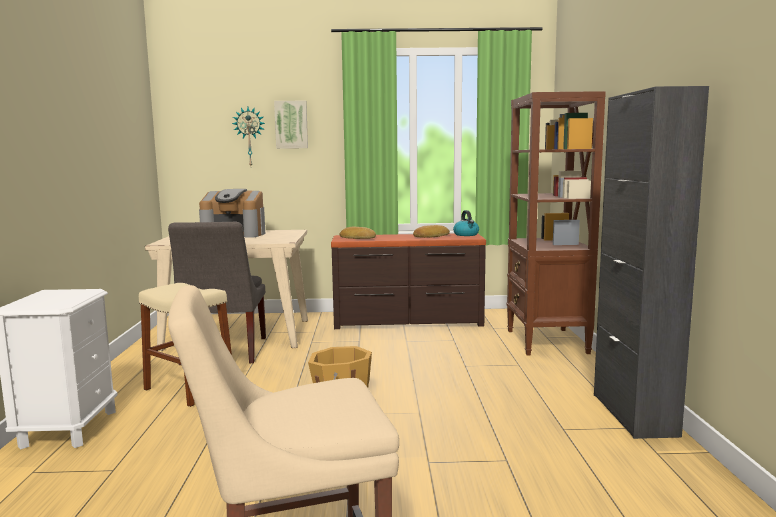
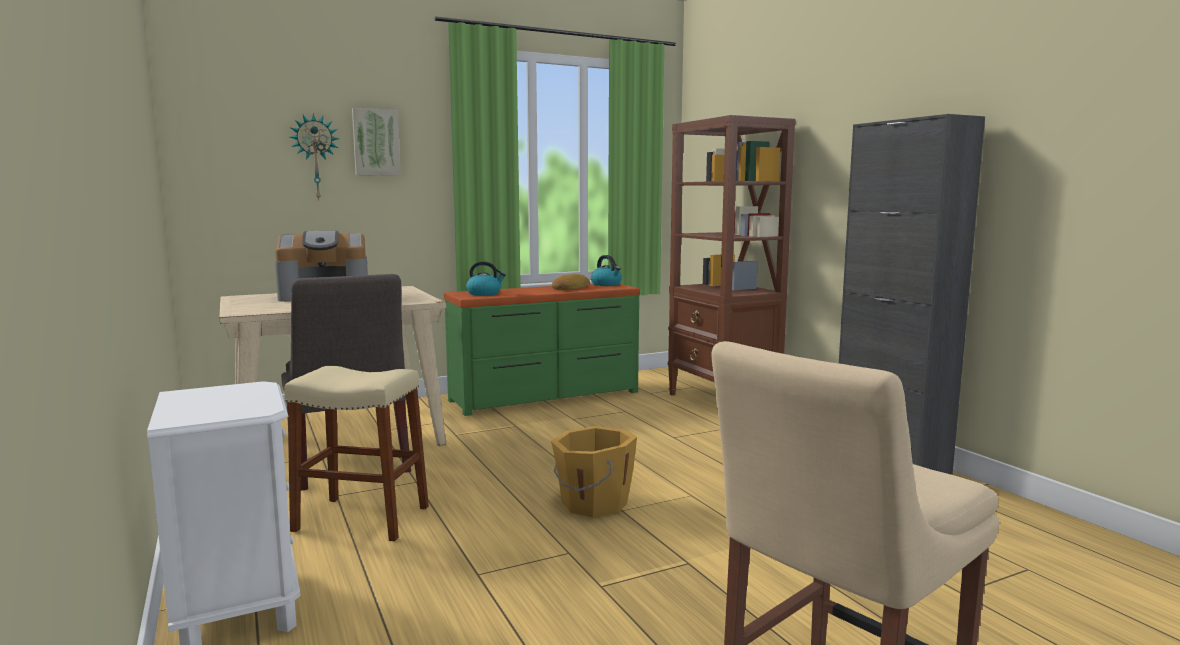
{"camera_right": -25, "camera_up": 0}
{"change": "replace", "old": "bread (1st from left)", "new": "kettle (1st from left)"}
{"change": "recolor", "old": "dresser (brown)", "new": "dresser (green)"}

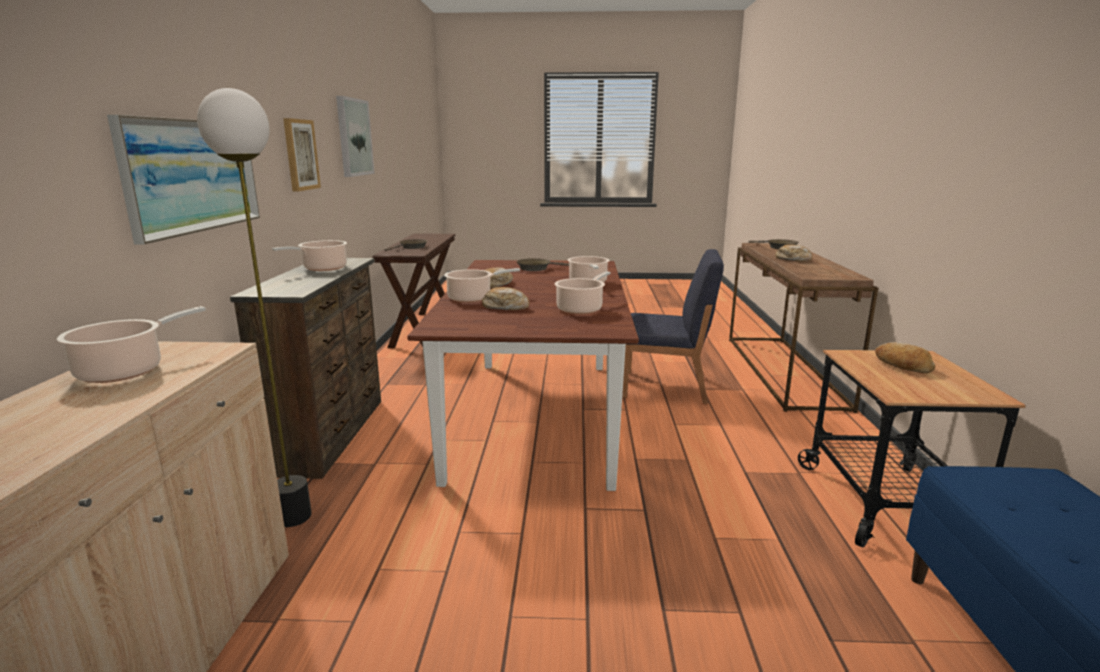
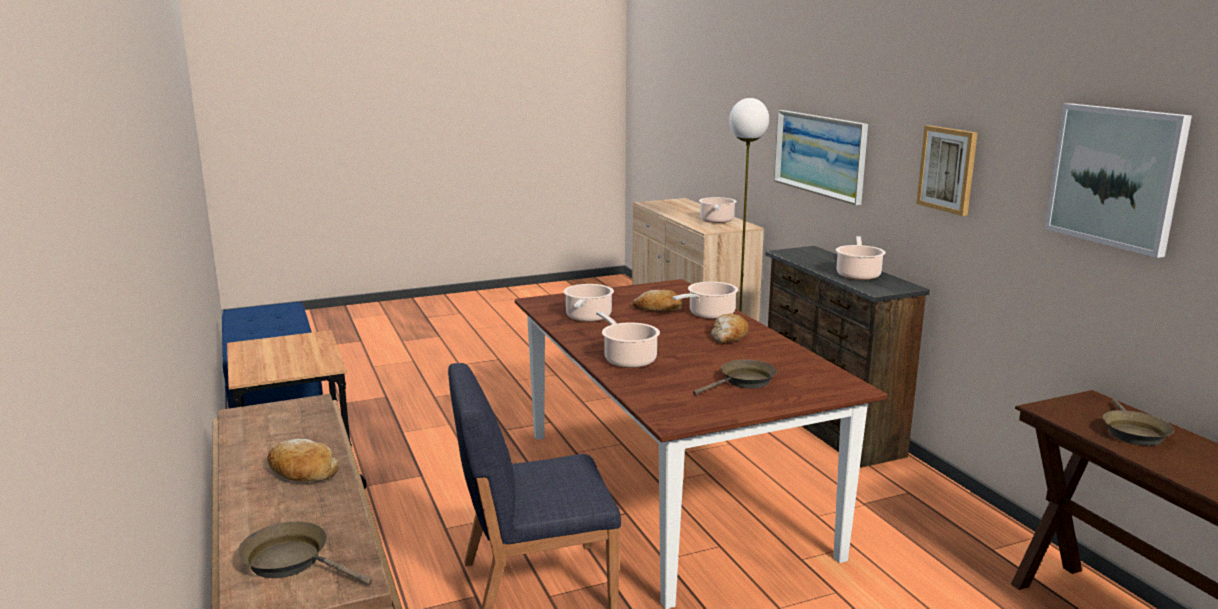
{"camera_right": 155, "camera_up": 0}
{"change": "delete", "old": "bread (4th from left)"}

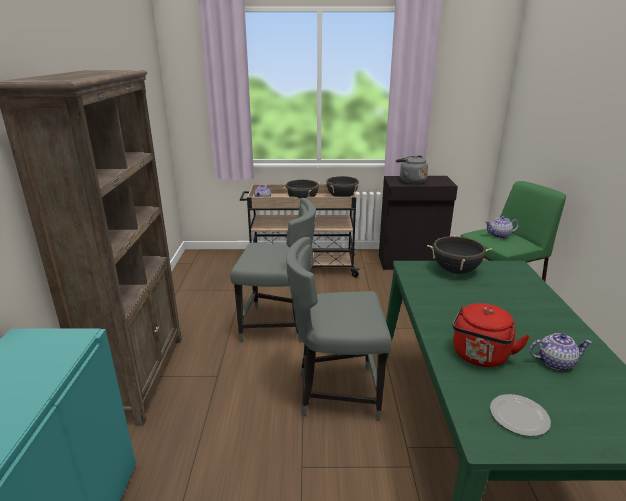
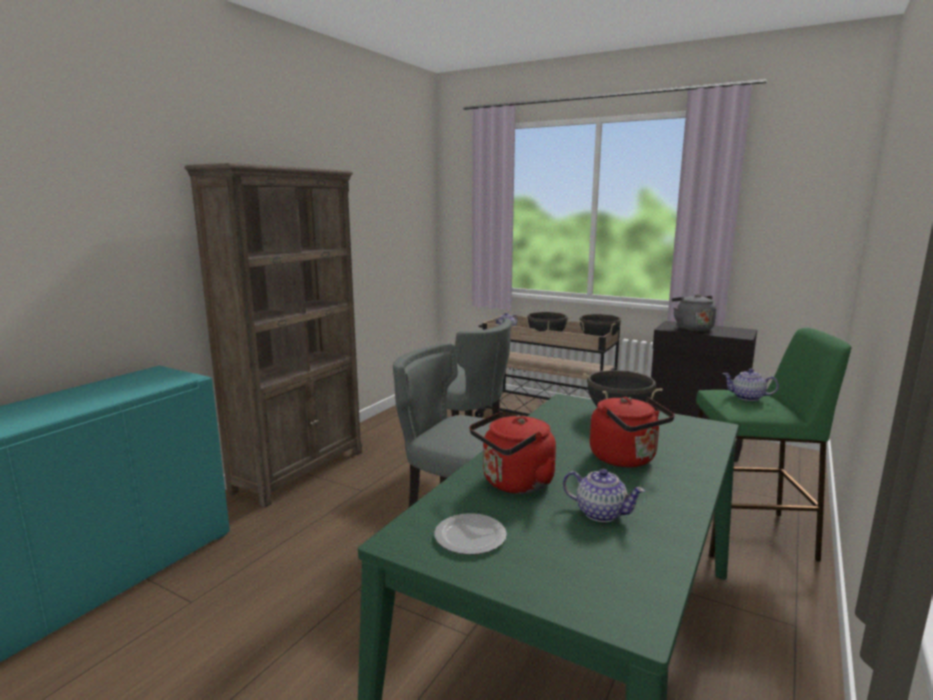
{"camera_right": 30, "camera_up": -10}
{"change": "insert", "new": "kettle (red) (2nd from left)"}

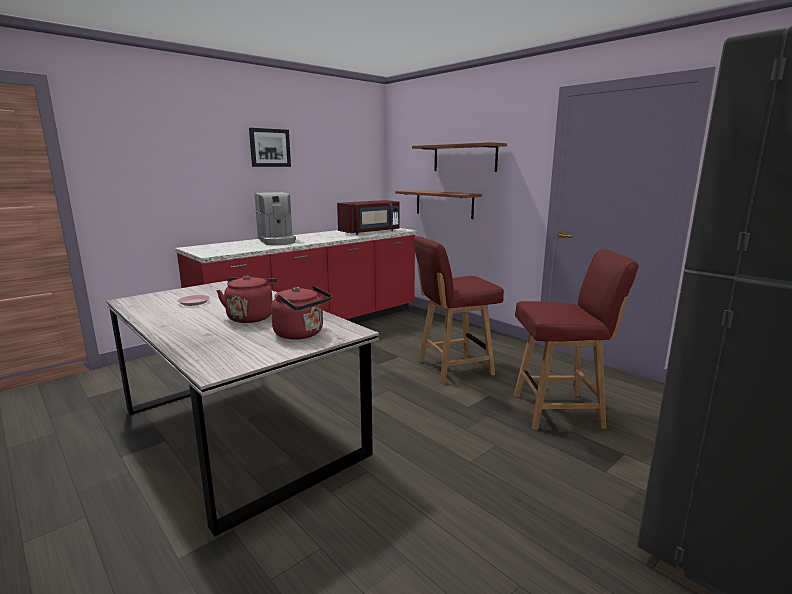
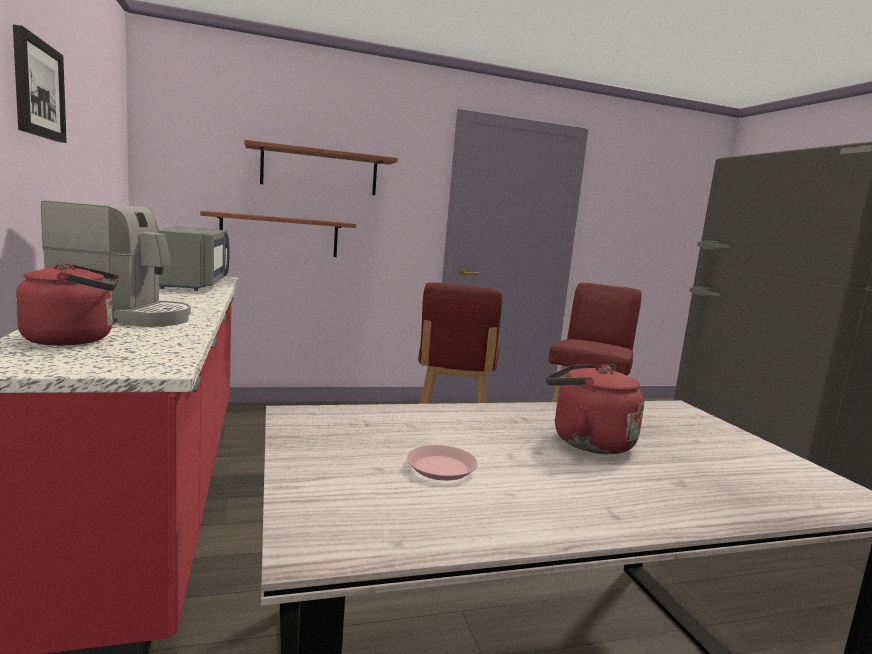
{"camera_right": -65, "camera_up": -5}
{"change": "recolor", "old": "microwave (red)", "new": "microwave (grey)"}
{"change": "move", "old": "kettle (red) (2nd from left in the first image)", "new": "kettle (red) (1st from left)"}

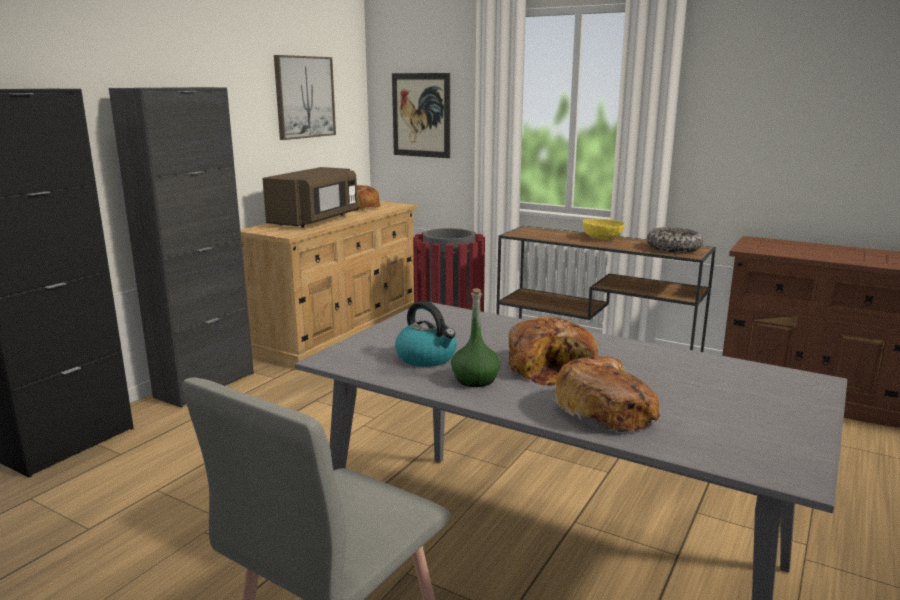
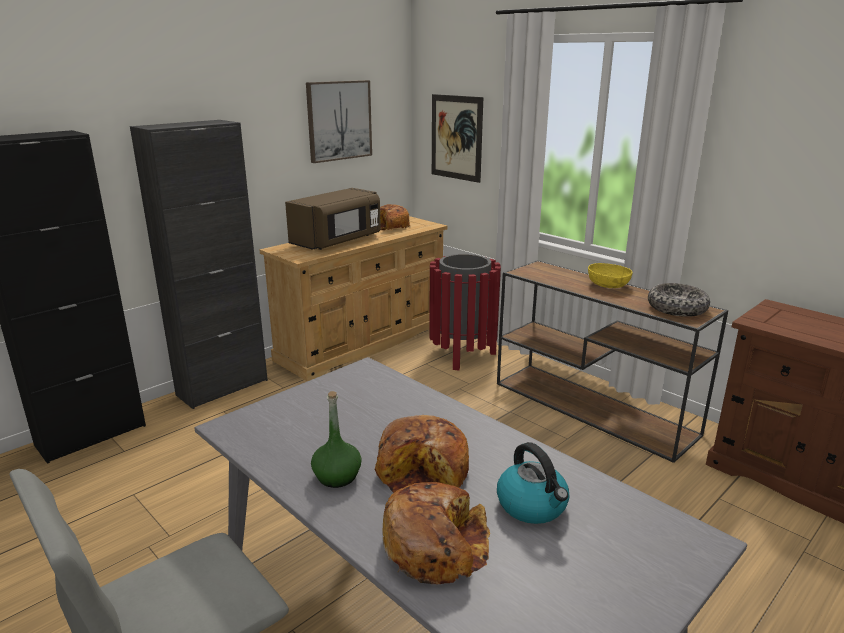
{"camera_right": 15, "camera_up": 5}
{"change": "move", "old": "kettle"}

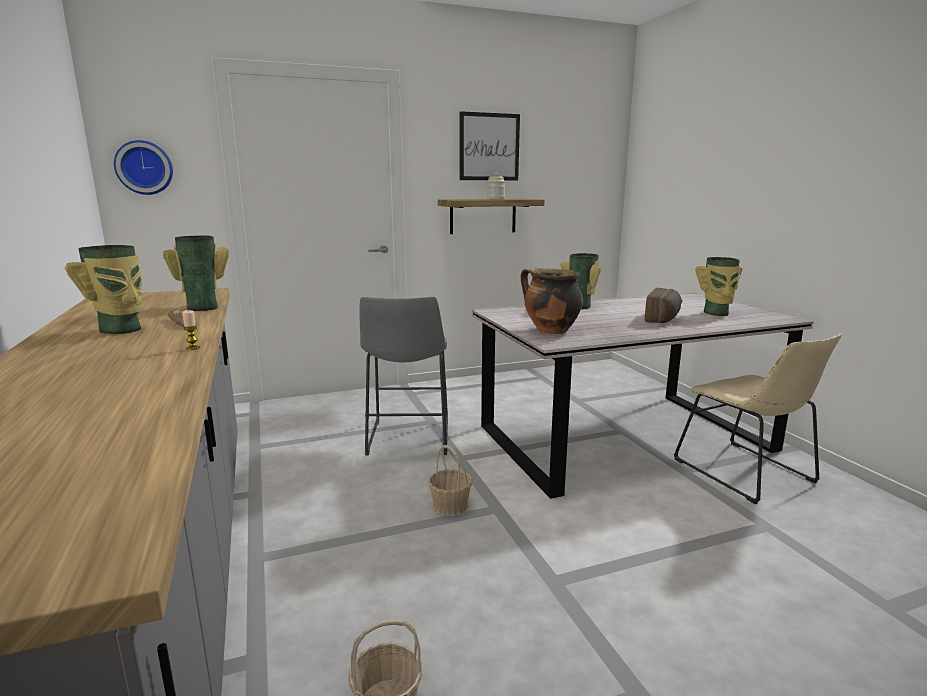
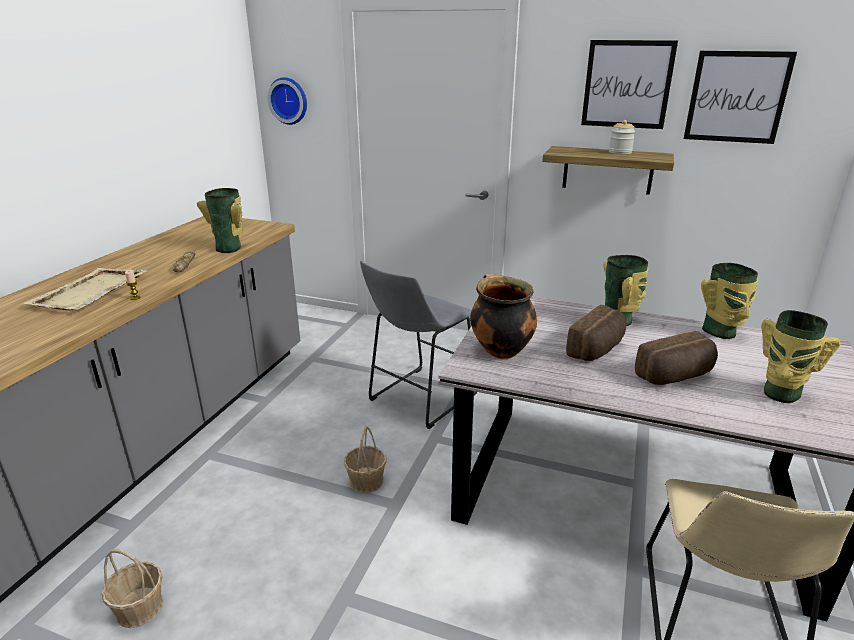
{"camera_right": 40, "camera_up": 10}
{"change": "move", "old": "vase (1st from left in the first image)", "new": "vase (3rd from left)"}
{"change": "insert", "new": "picture (2nd from left)"}
{"change": "insert", "new": "tray (beige)"}
{"change": "insert", "new": "bread (2nd from left)"}

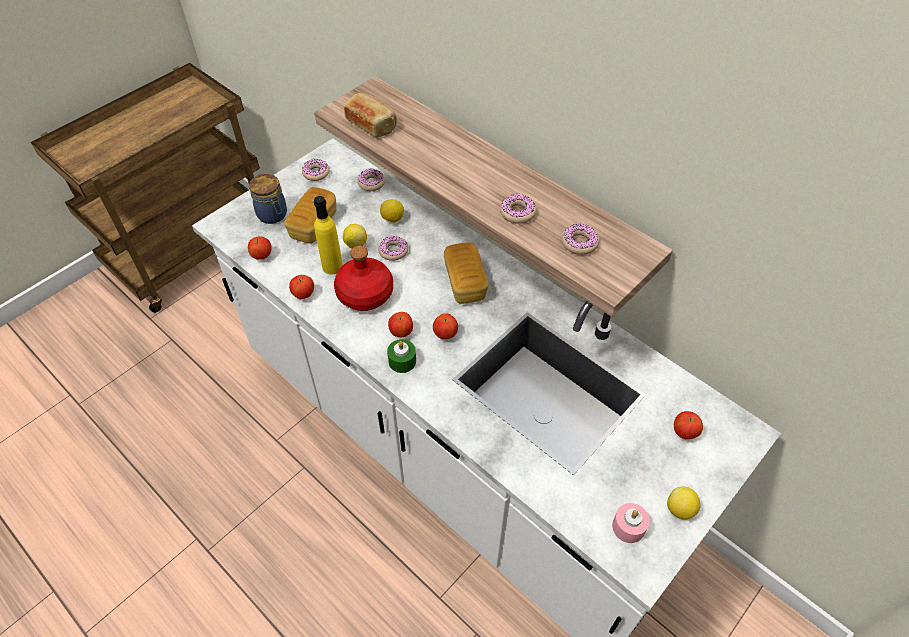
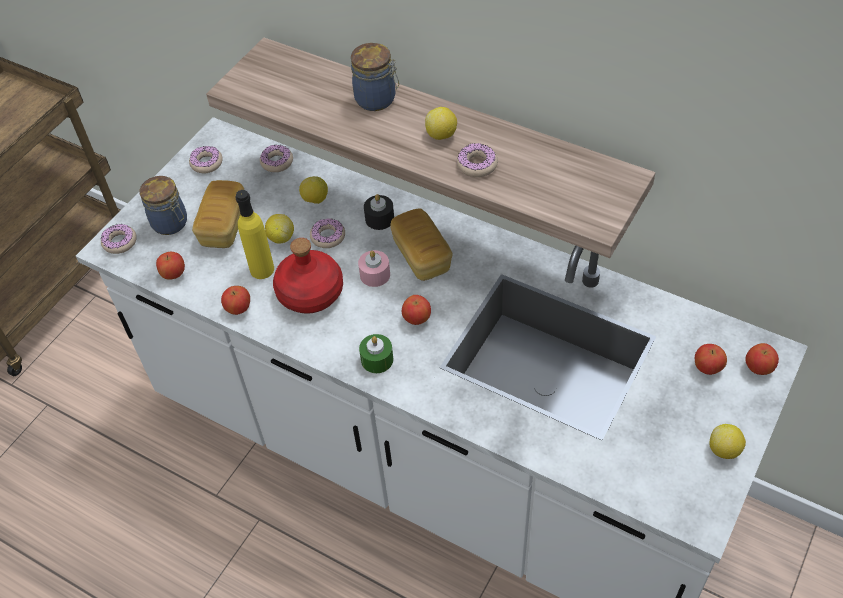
{"camera_right": -10, "camera_up": 0}
{"change": "delete", "old": "bread (2nd from left)"}
{"change": "move", "old": "donut (5th from left in the first image)", "new": "donut (1st from left)"}
{"change": "move", "old": "apple (3rd from left in the first image)", "new": "apple (5th from left)"}
{"change": "move", "old": "candle (pink)"}
{"change": "insert", "new": "jar (2nd from left)"}
{"change": "insert", "new": "lemon (3rd from left)"}
{"change": "insert", "new": "candle (black)"}

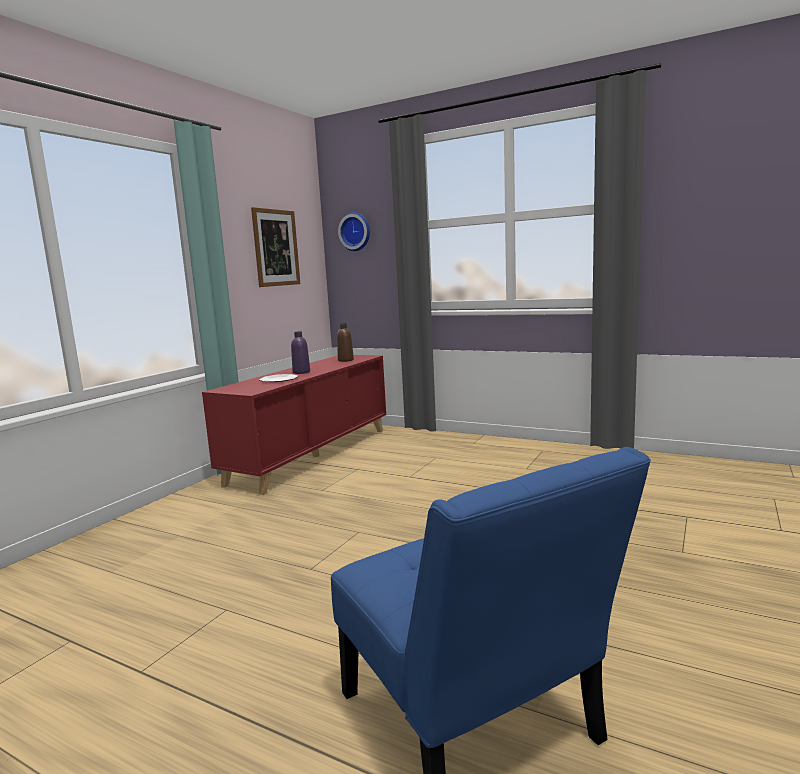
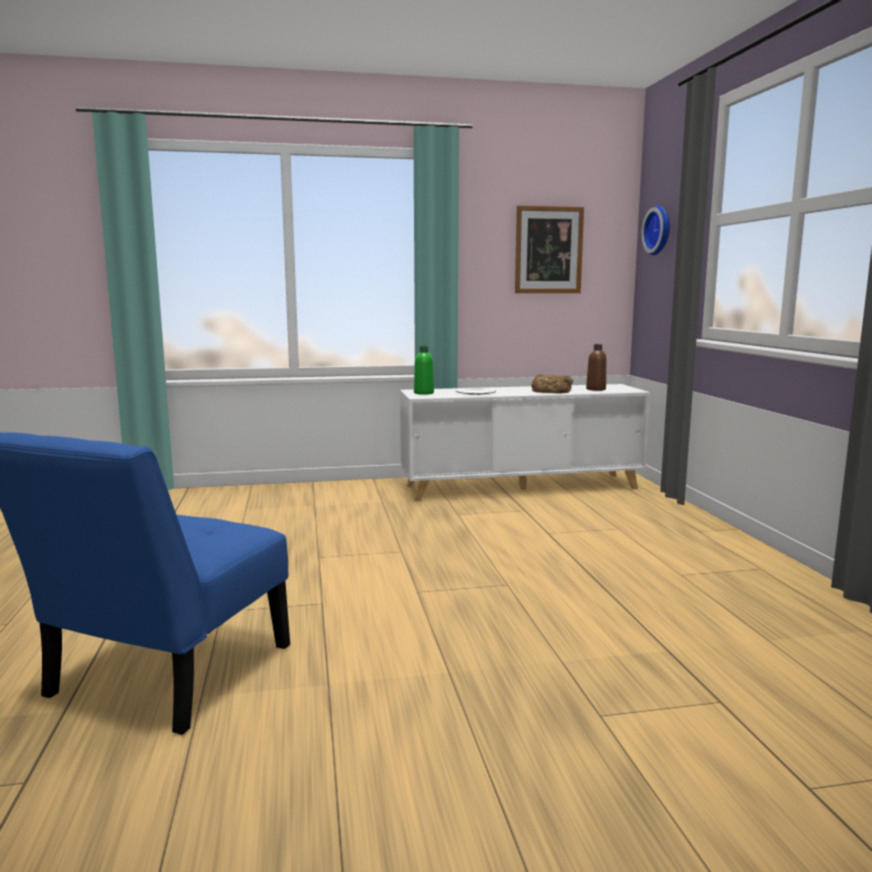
{"camera_right": 50, "camera_up": 0}
{"change": "delete", "old": "bottle (purple)"}
{"change": "recolor", "old": "cabinet (red)", "new": "cabinet (white)"}
{"change": "insert", "new": "bottle (green)"}
{"change": "insert", "new": "bread"}

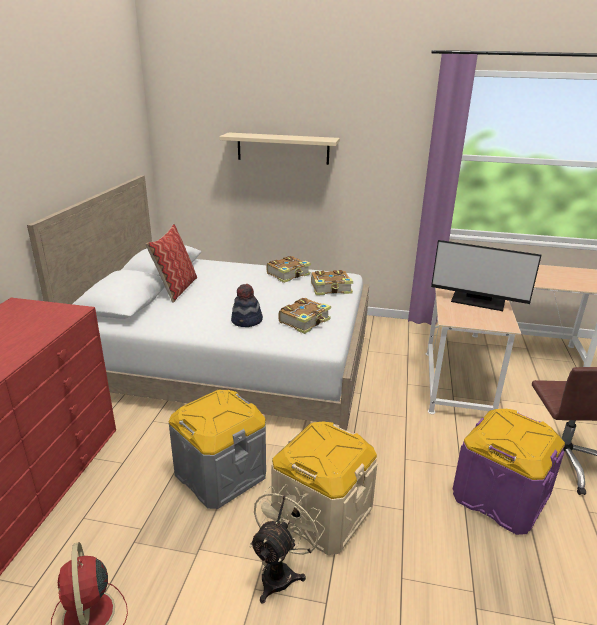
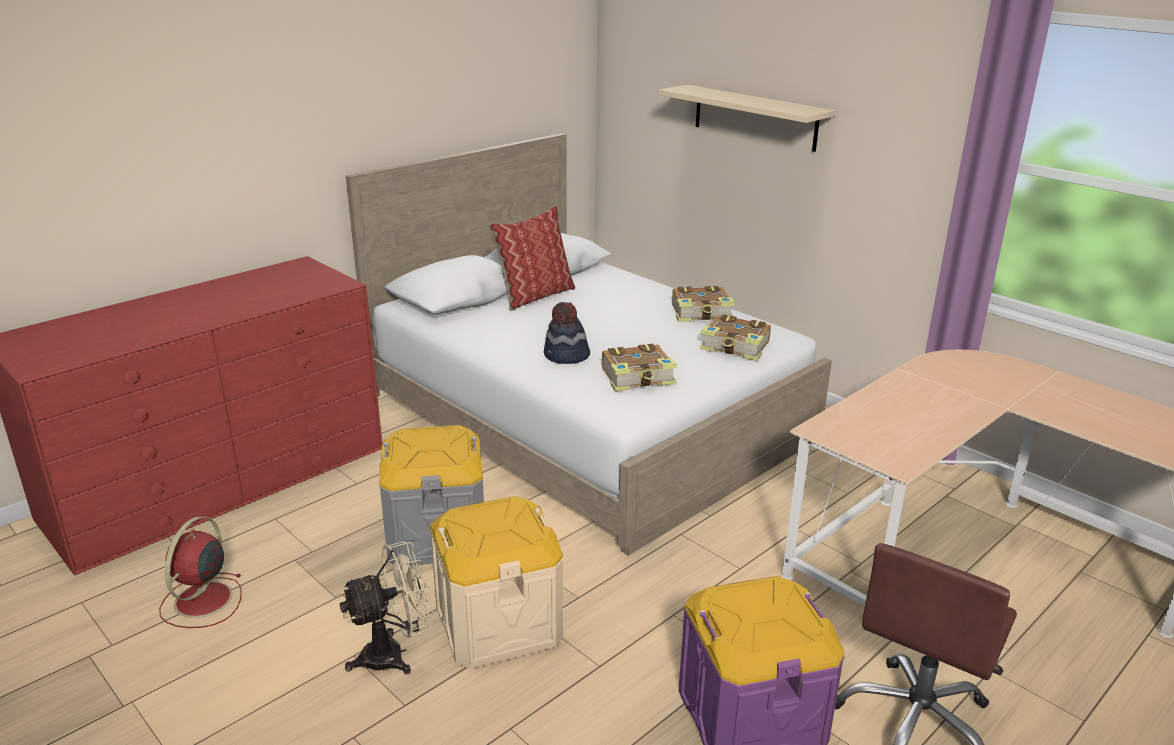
{"camera_right": 35, "camera_up": 0}
{"change": "delete", "old": "monitor"}

